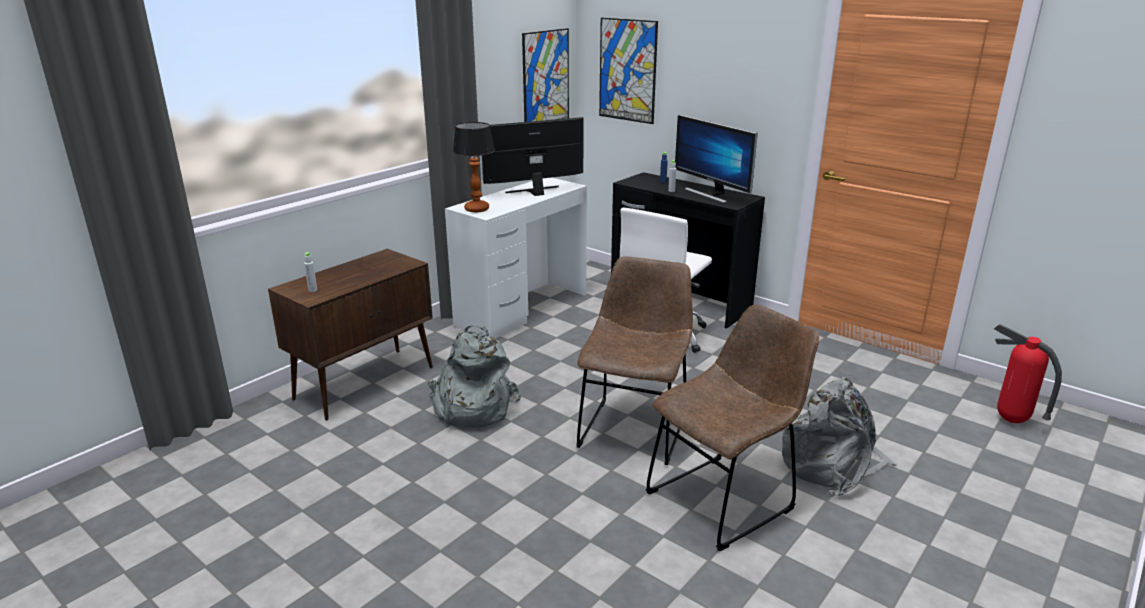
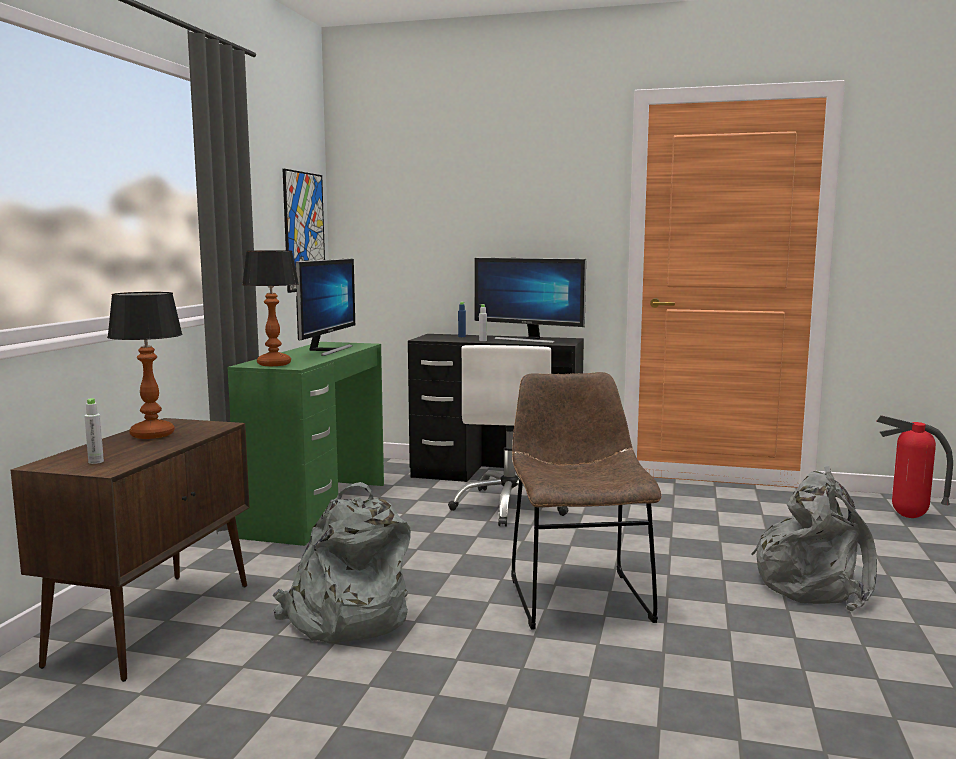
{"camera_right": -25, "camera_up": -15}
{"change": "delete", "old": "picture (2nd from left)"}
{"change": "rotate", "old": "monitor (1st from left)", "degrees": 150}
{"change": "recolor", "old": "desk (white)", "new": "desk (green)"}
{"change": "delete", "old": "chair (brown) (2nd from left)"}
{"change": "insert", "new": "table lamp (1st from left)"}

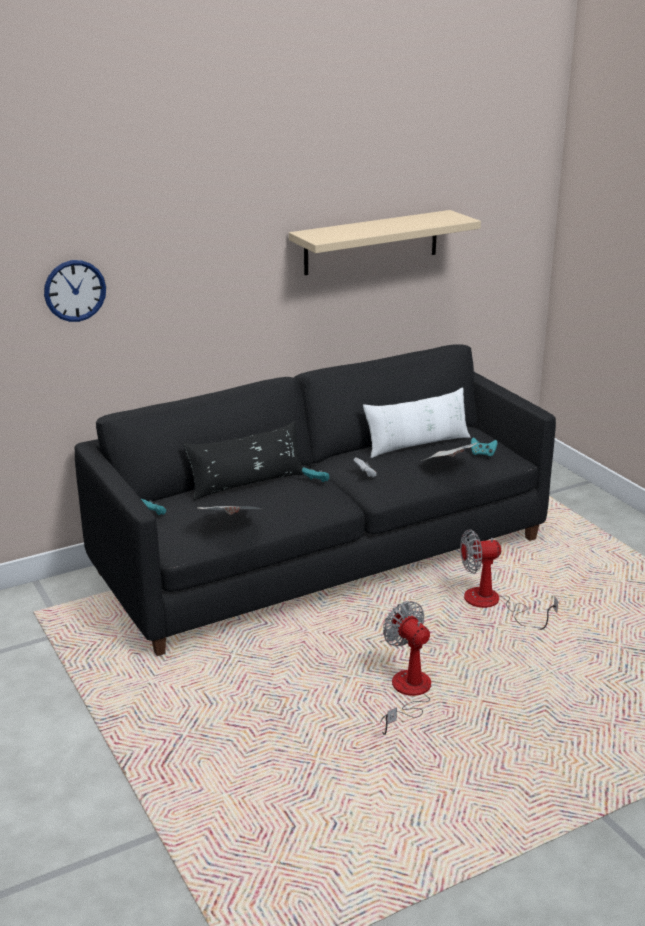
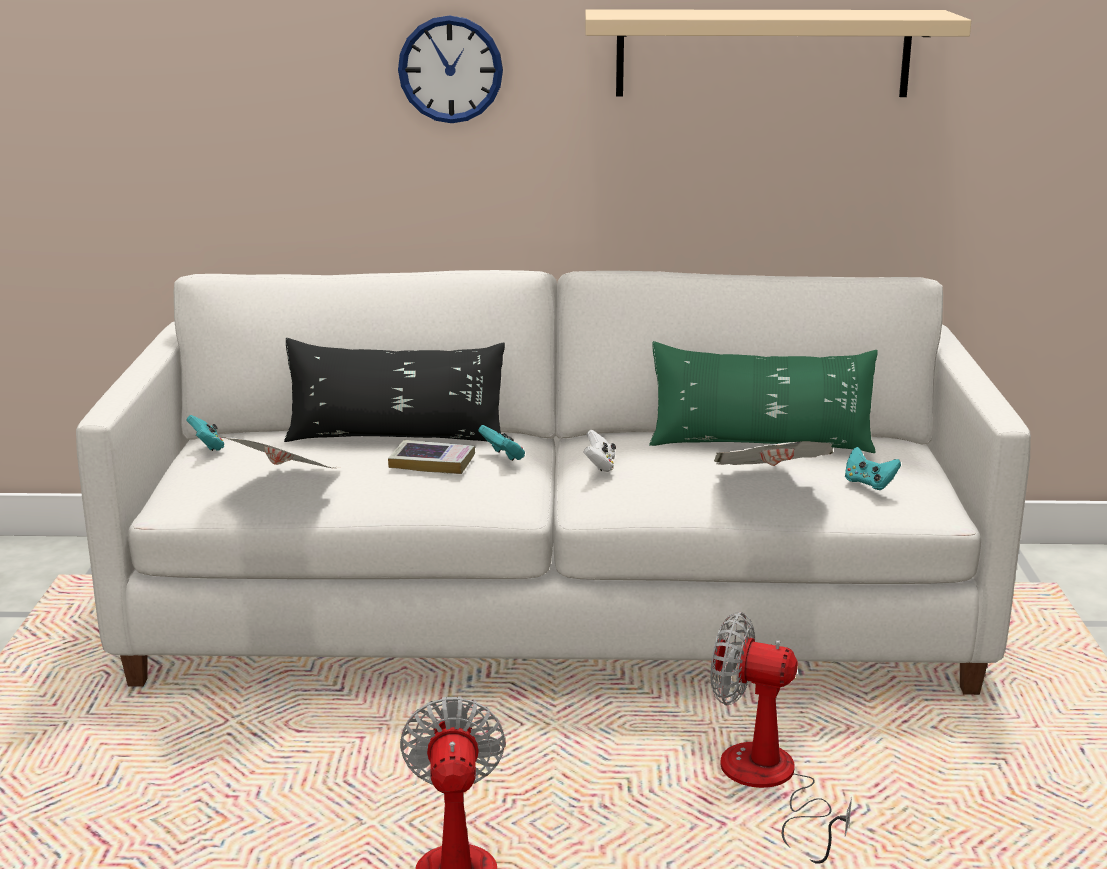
{"camera_right": 30, "camera_up": -5}
{"change": "move", "old": "wall clock"}
{"change": "recolor", "old": "sofa (black)", "new": "sofa (white)"}
{"change": "recolor", "old": "pillow (white)", "new": "pillow (green)"}
{"change": "insert", "new": "book"}

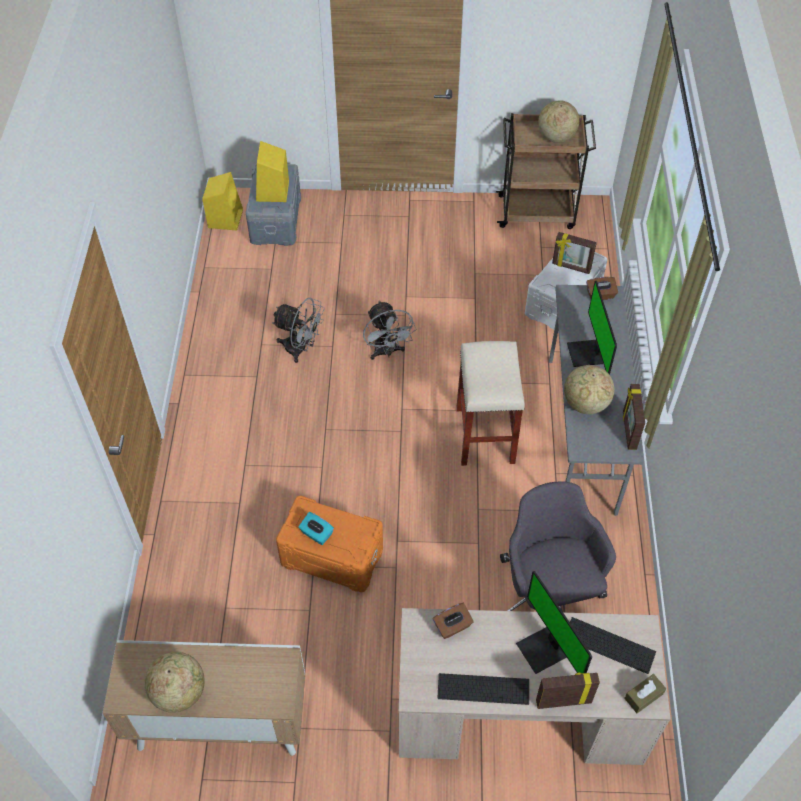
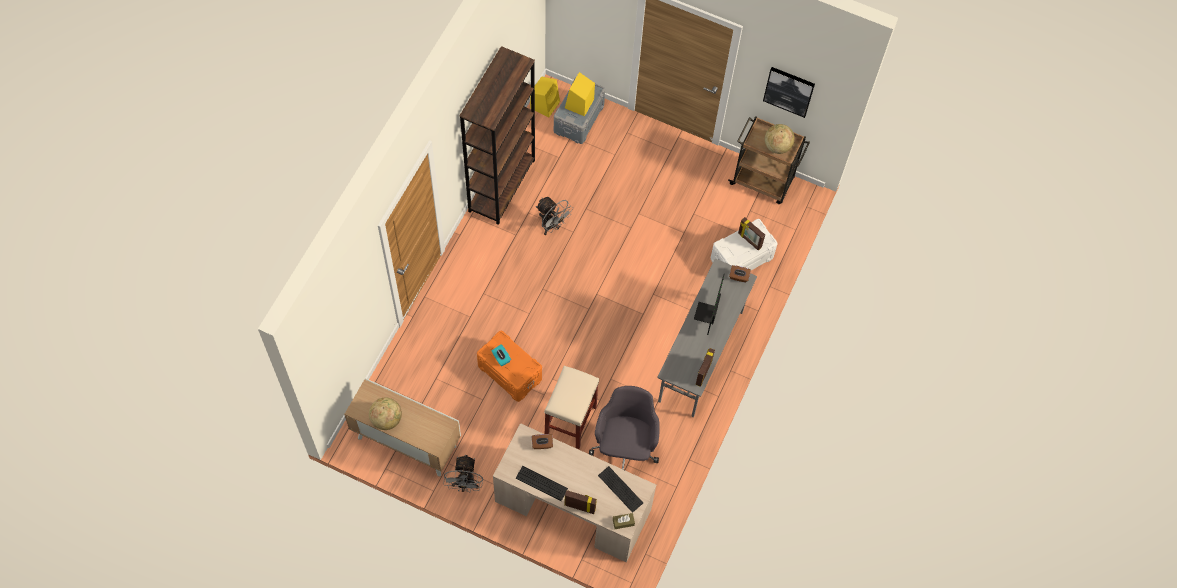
{"camera_right": 20, "camera_up": 10}
{"change": "move", "old": "fan (grey) (2nd from left in the first image)", "new": "fan (grey) (1st from left)"}
{"change": "move", "old": "stool (beige)"}
{"change": "delete", "old": "globe (3rd from left)"}
{"change": "delete", "old": "monitor (1st from left)"}
{"change": "insert", "new": "bookcase (brown)"}
{"change": "insert", "new": "picture"}

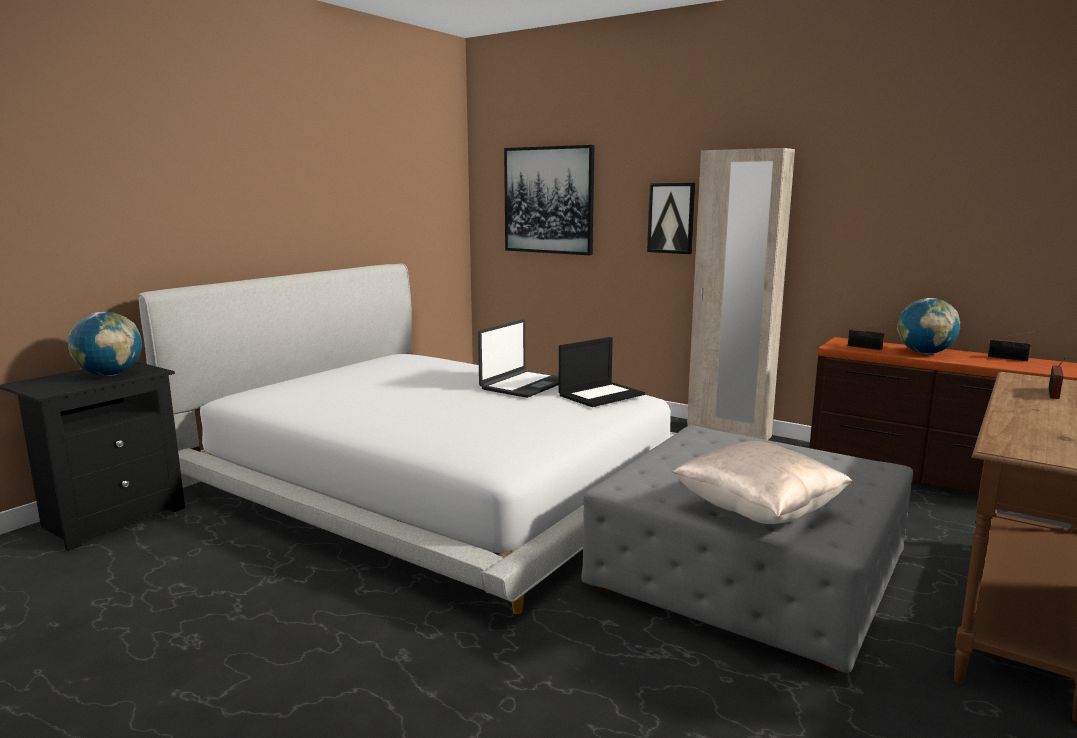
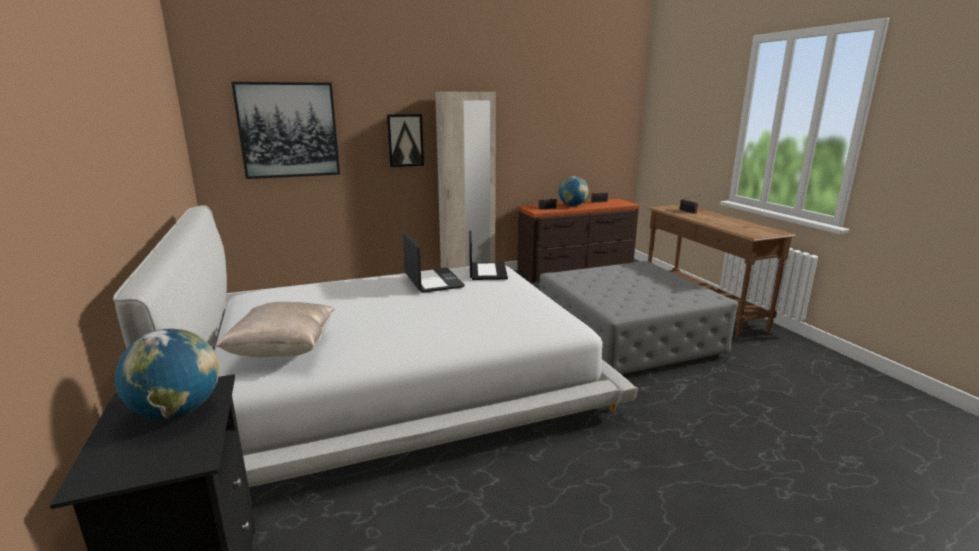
{"camera_right": -55, "camera_up": 5}
{"change": "move", "old": "pillow (beige)"}

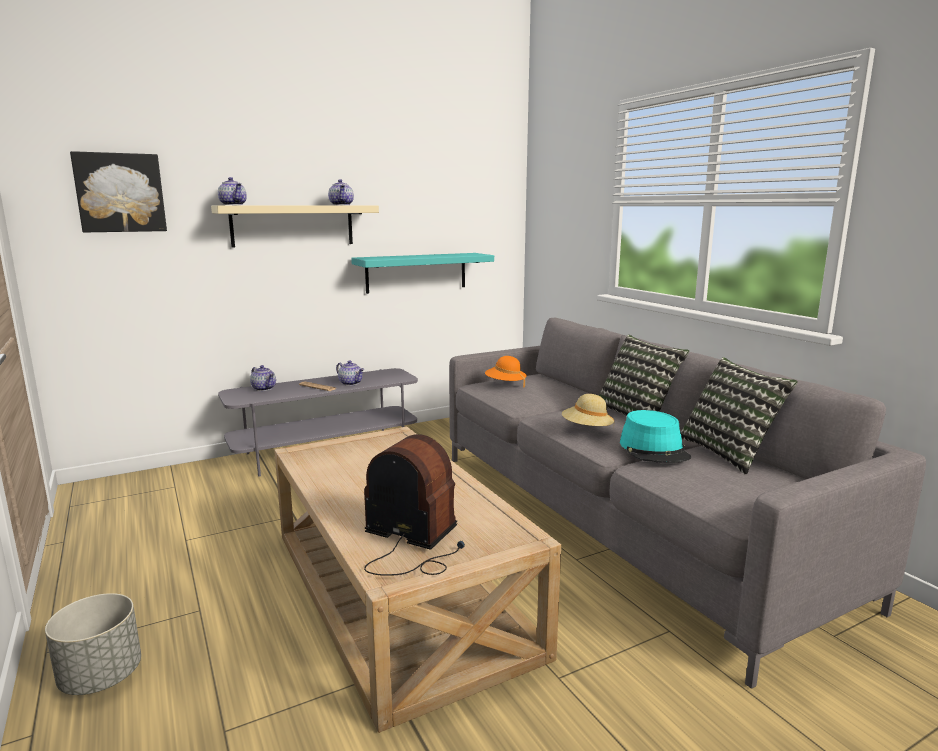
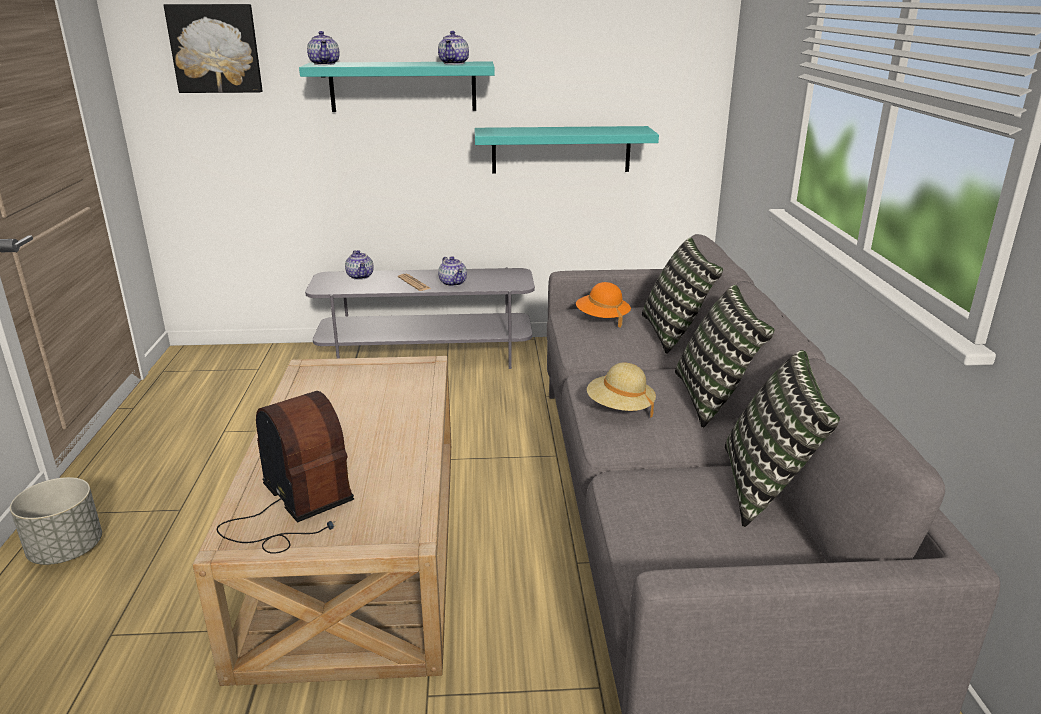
{"camera_right": 25, "camera_up": 10}
{"change": "recolor", "old": "shelf (beige)", "new": "shelf (turquoise) (1st from left)"}
{"change": "delete", "old": "hat (turquoise)"}
{"change": "insert", "new": "pillow (1st from left)"}

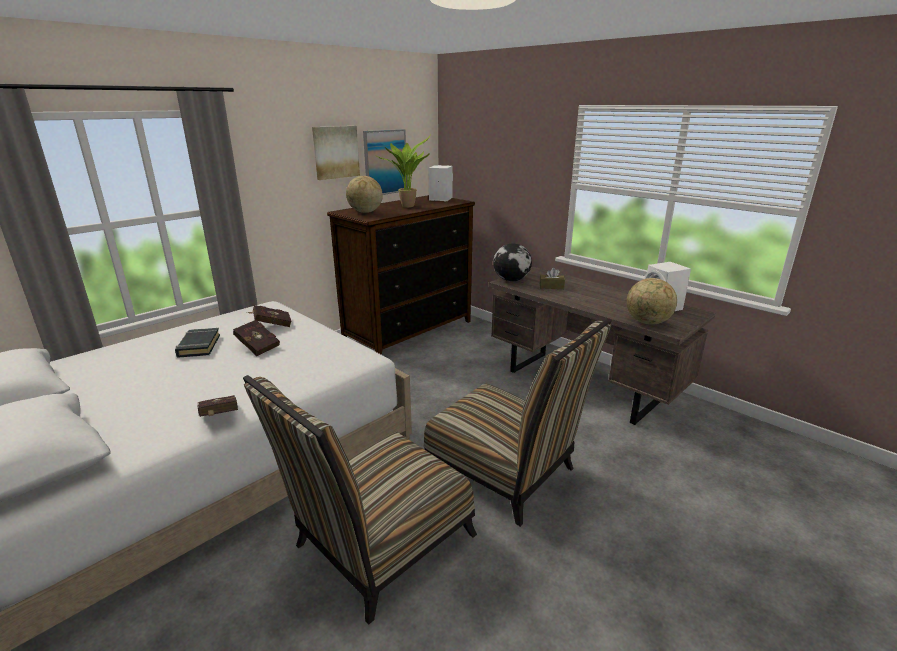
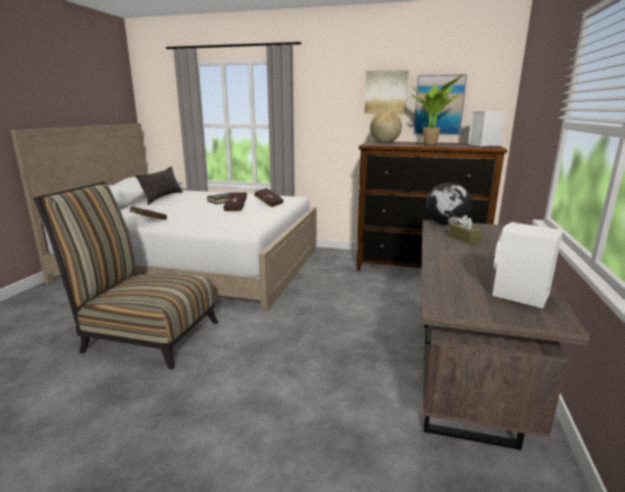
{"camera_right": 60, "camera_up": -5}
{"change": "delete", "old": "globe (3rd from left)"}
{"change": "delete", "old": "chair (2nd from left)"}
{"change": "insert", "new": "pillow"}

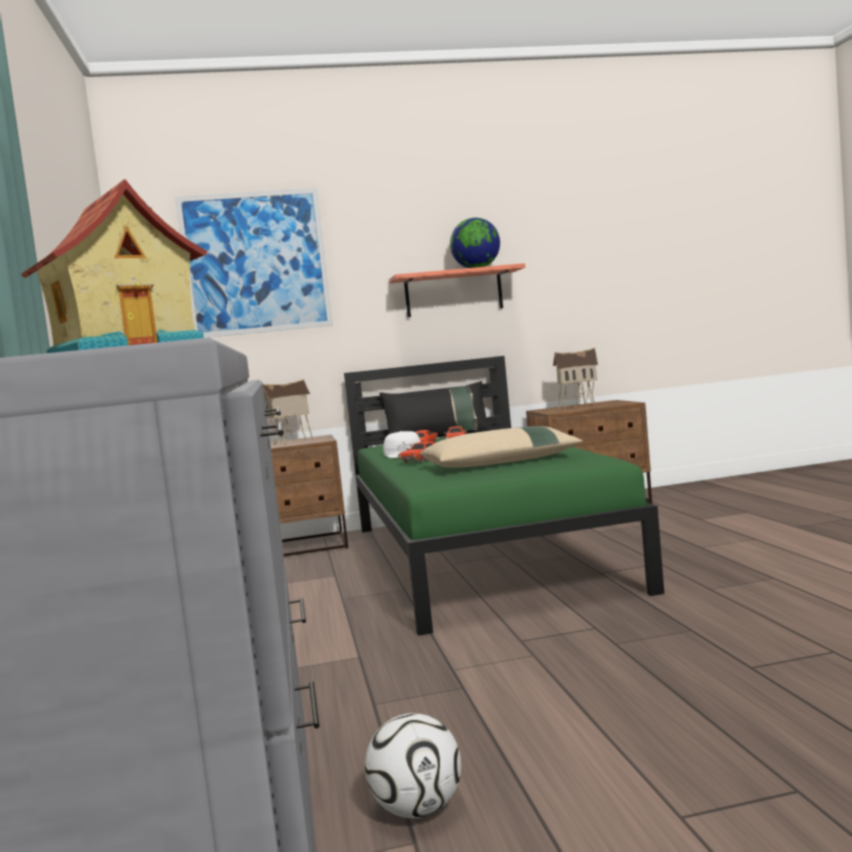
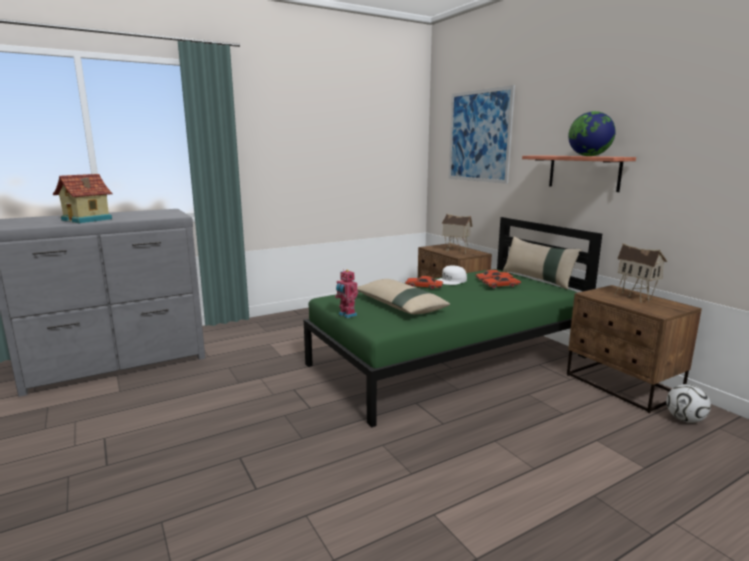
{"camera_right": 70, "camera_up": 10}
{"change": "recolor", "old": "pillow (black)", "new": "pillow (beige) (2nd from left)"}
{"change": "move", "old": "football"}
{"change": "insert", "new": "toy robot"}

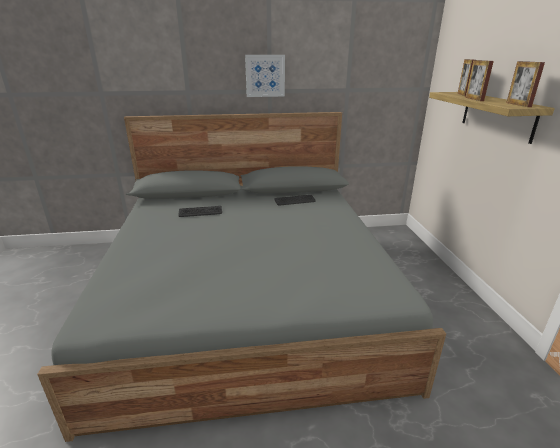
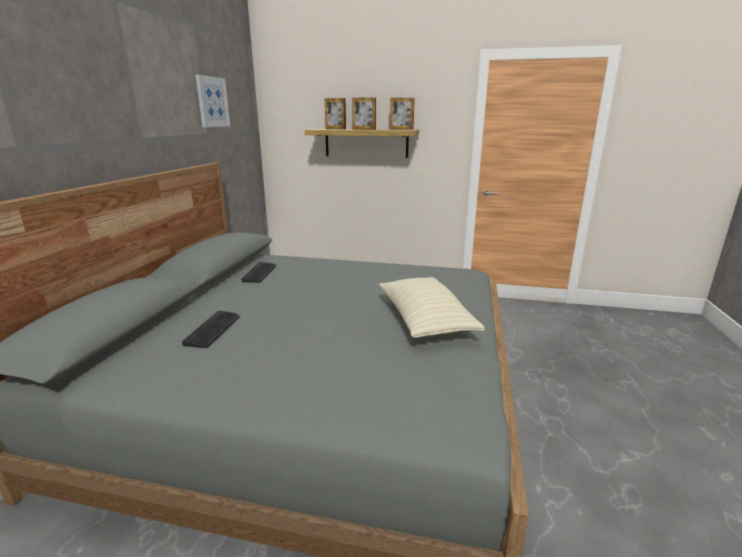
{"camera_right": -70, "camera_up": -5}
{"change": "move", "old": "picture"}
{"change": "insert", "new": "pillow (beige)"}

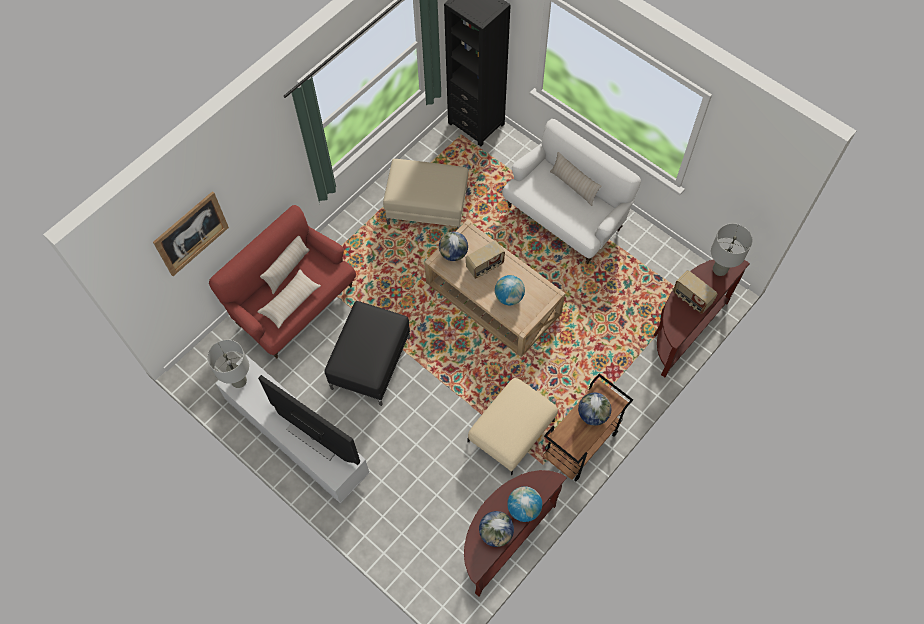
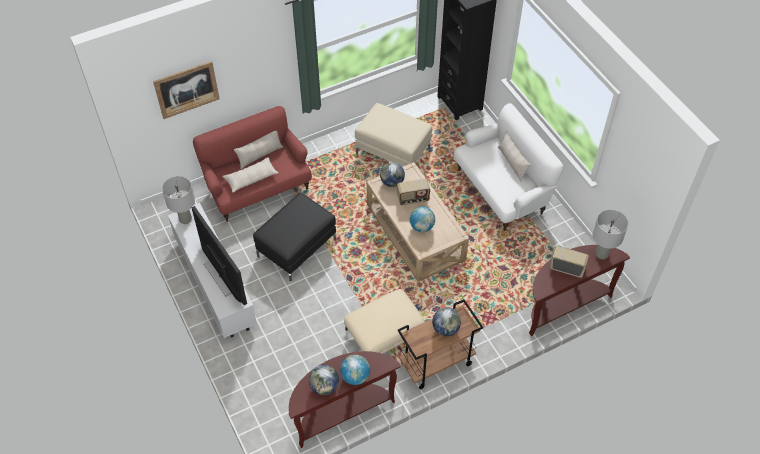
{"camera_right": 20, "camera_up": -10}
{"change": "rotate", "old": "radio (2nd from left)", "degrees": 135}

